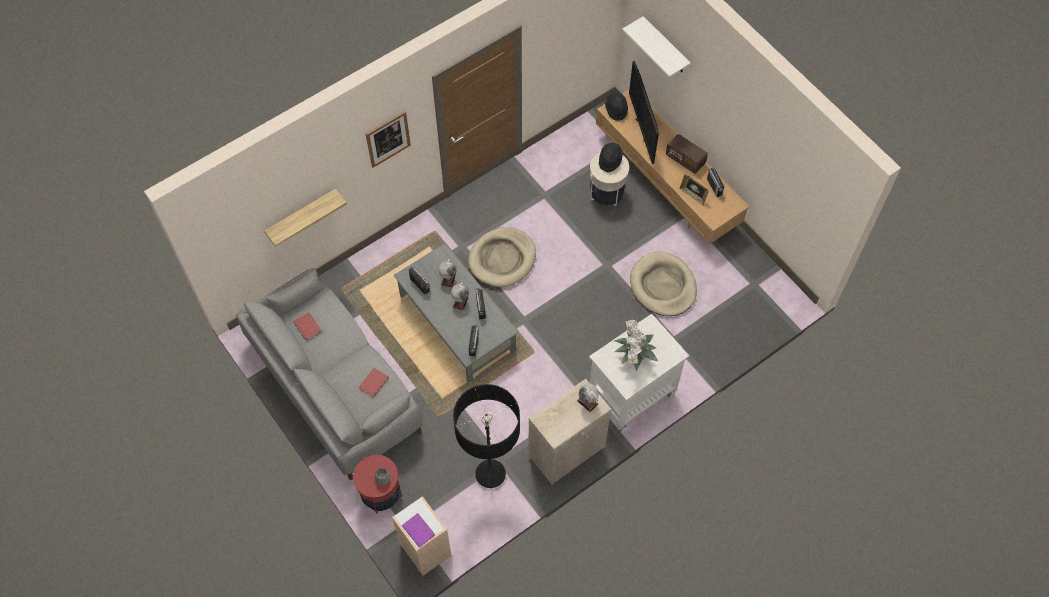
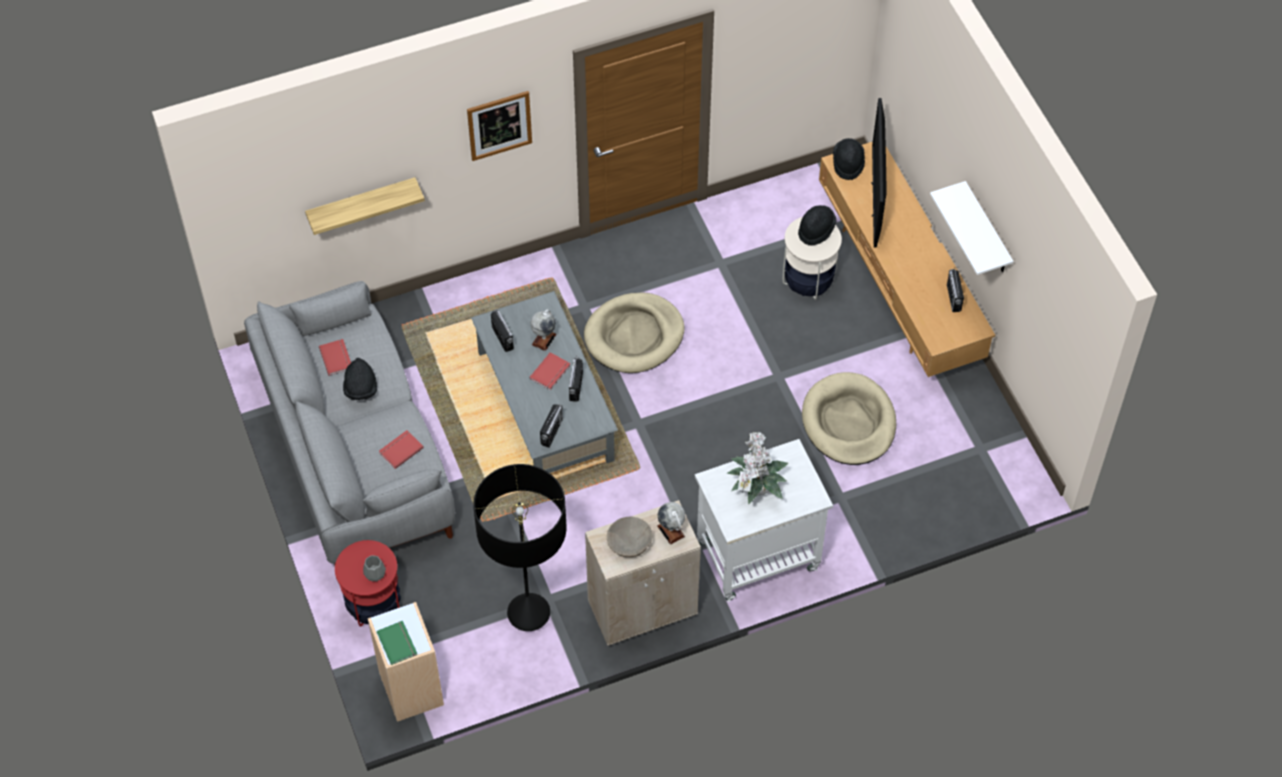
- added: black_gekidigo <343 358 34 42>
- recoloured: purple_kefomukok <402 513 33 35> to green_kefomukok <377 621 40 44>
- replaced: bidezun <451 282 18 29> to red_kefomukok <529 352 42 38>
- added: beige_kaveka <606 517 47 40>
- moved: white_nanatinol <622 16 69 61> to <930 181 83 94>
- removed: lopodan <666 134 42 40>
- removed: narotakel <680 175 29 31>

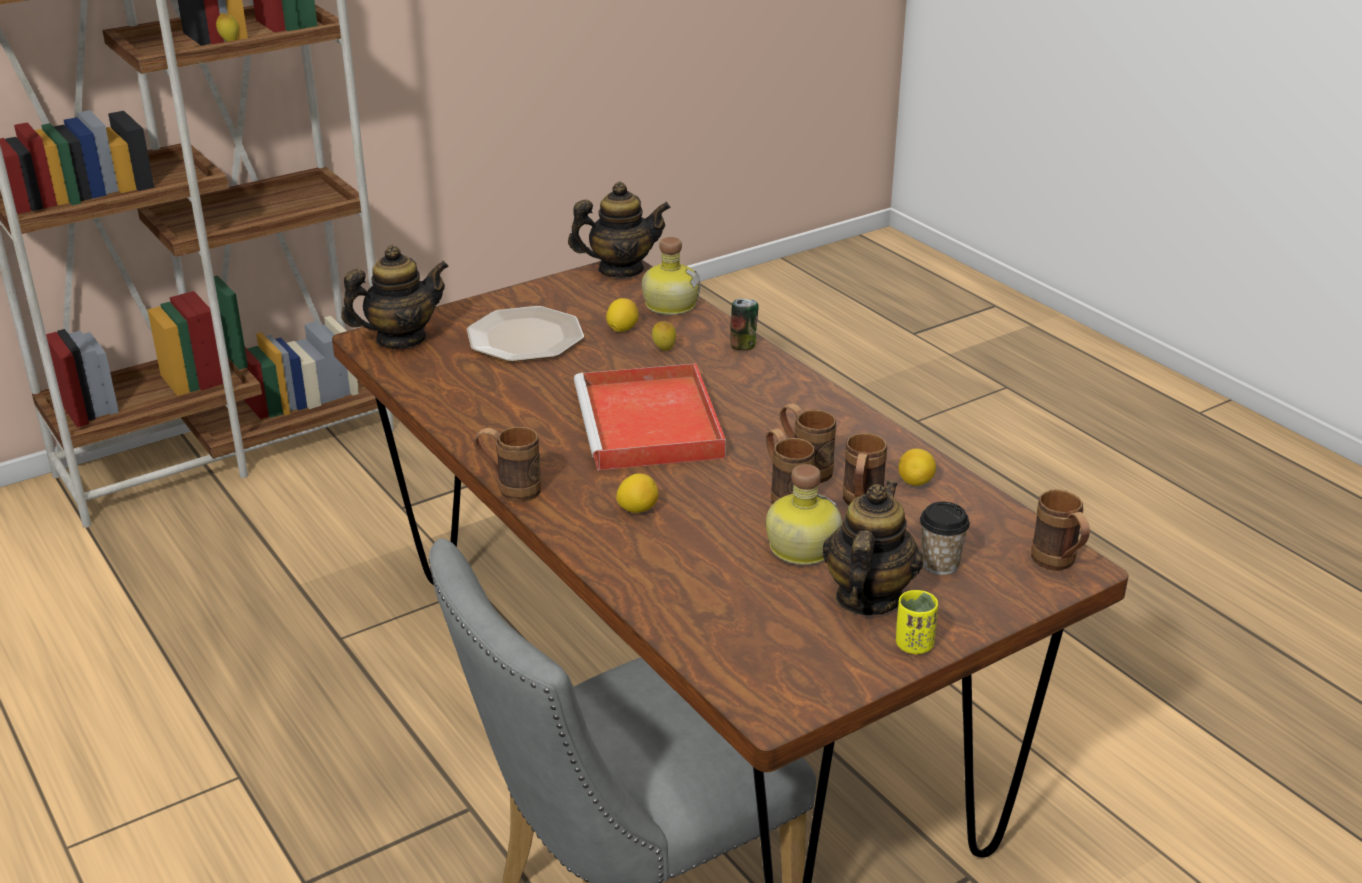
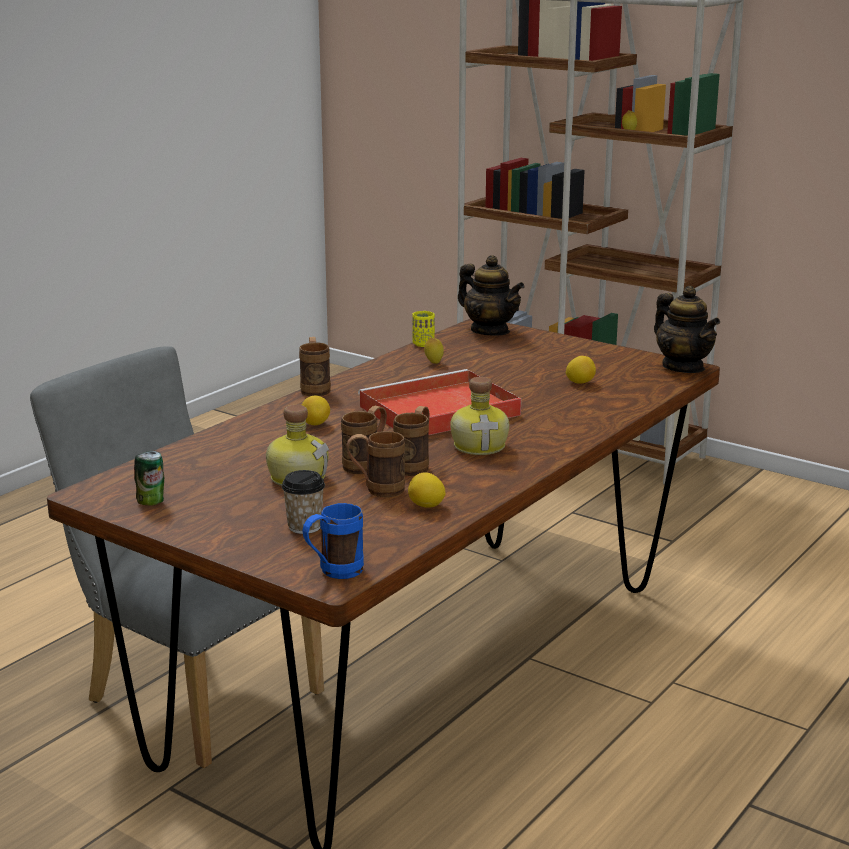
- moved: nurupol <730 299 28 51> to <134 451 30 55>
- recoloured: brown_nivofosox <1031 489 59 82> to blue_nivofosox <302 503 62 76>
- moved: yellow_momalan <896 590 42 64> to <412 311 23 36>
- moved: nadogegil <652 321 24 30> to <424 338 20 26>
- moved: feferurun <642 237 58 78> to <450 377 59 78>
- removed: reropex <466 306 118 56>
- removed: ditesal <822 481 101 134>

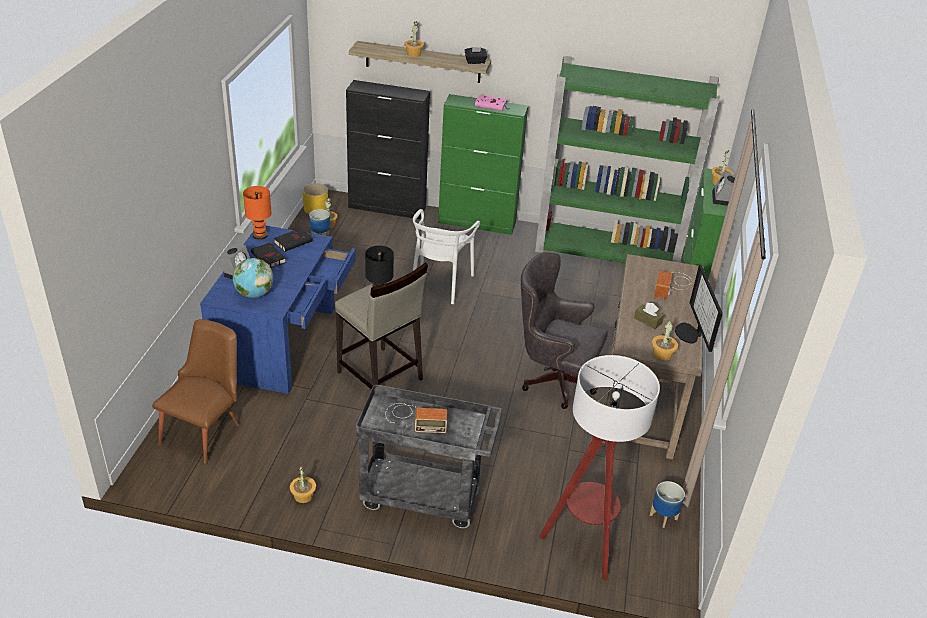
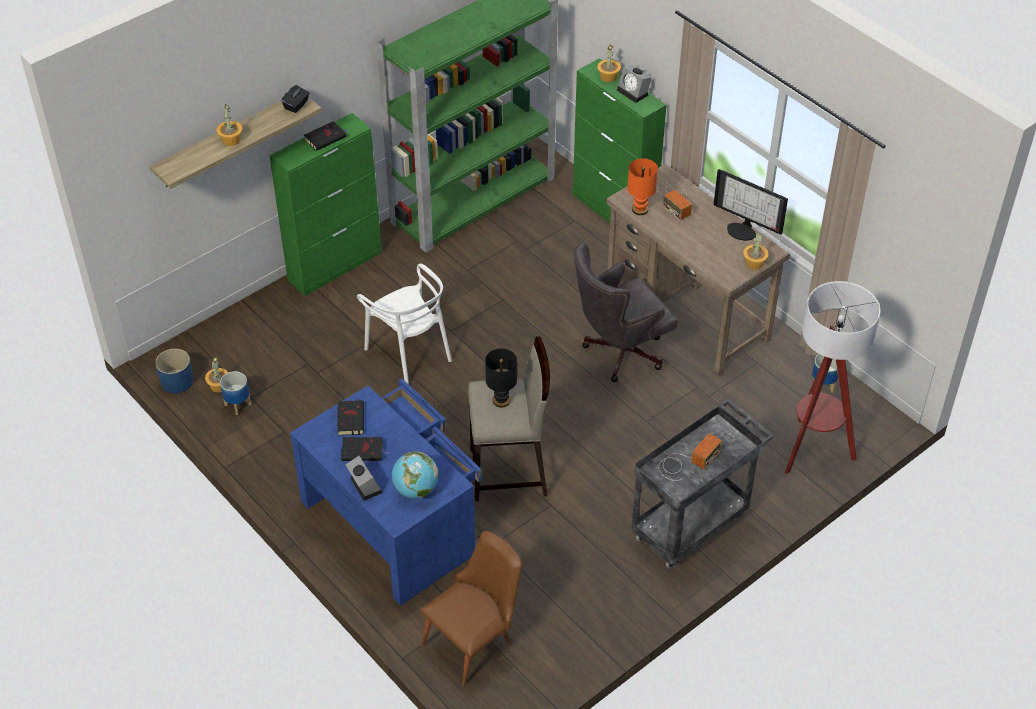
- recoloured: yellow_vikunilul <302 183 26 31> to blue_vikunilul <155 349 39 45>
- recoloured: pink_kefomukok <475 95 35 16> to black_kefomukok <304 121 43 30>
- turned: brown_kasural <152 319 88 145> = <420 531 102 155> 75 degrees clockwise
- moved: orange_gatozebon <243 186 29 54> to <627 158 31 57>
- removed: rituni <290 465 26 38>
- removed: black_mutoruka <346 80 84 139>
- removed: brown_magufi <634 303 30 26>

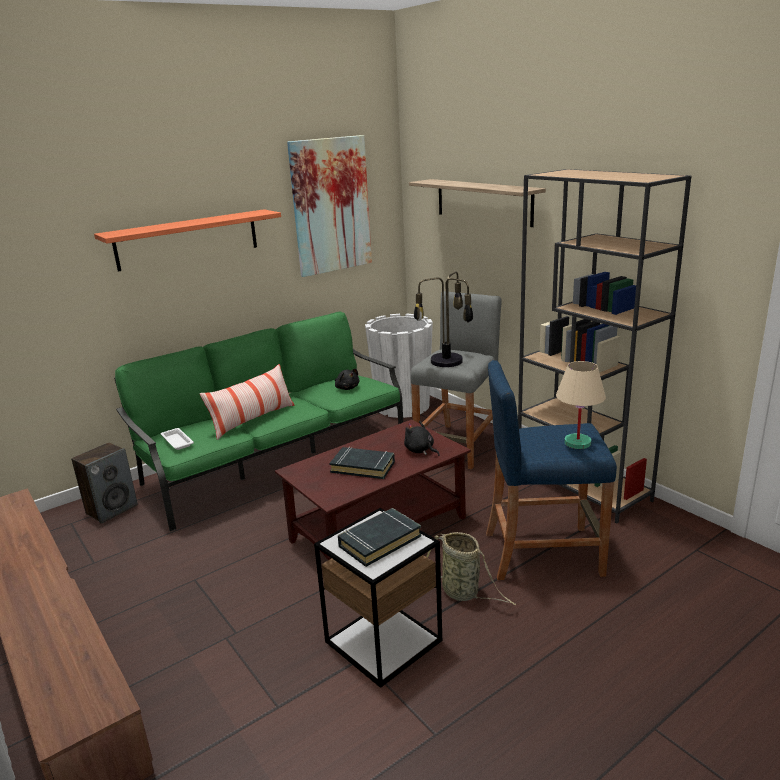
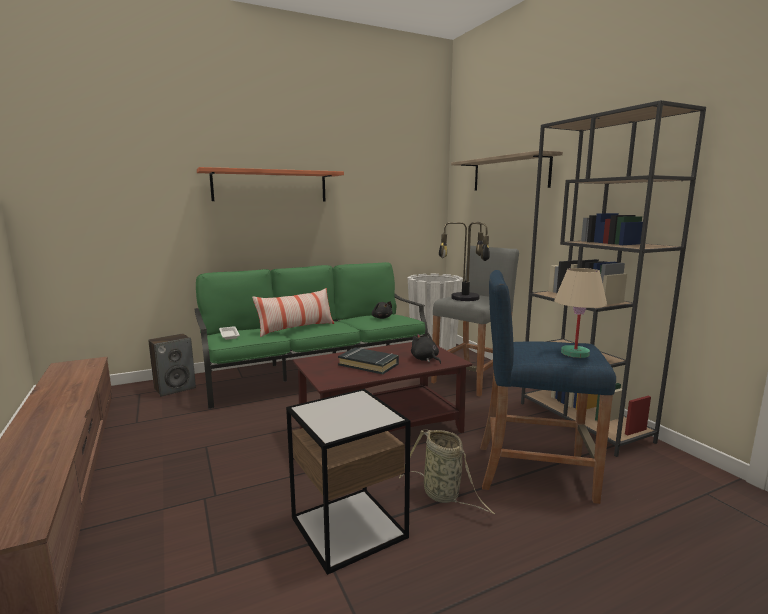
- removed: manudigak <287 135 85 142>
- removed: black_kefomukok <338 508 83 59>

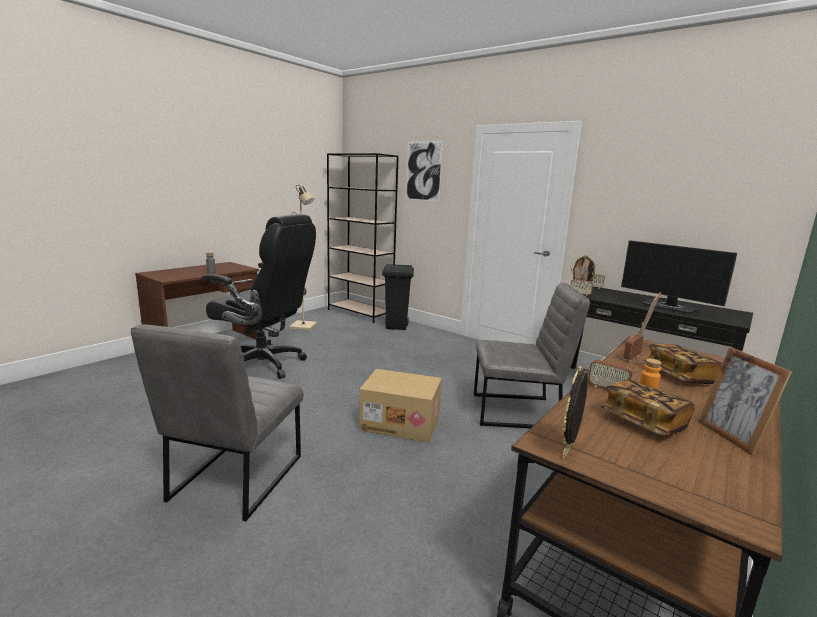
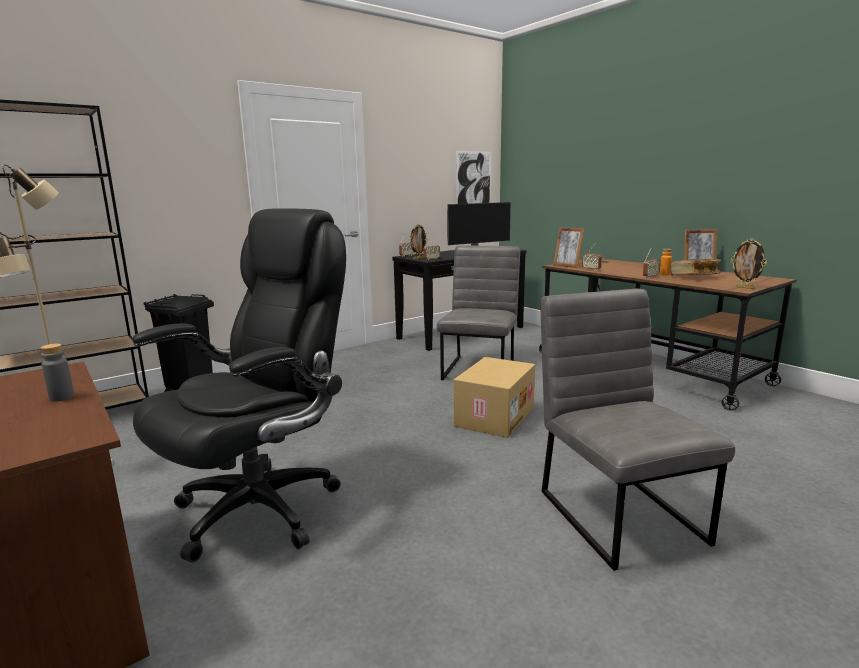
- moved: manudigak <406 141 37 61> to <456 151 35 53>
- turned: grey_kasural <131 324 173 197> = <541 288 194 283> 135 degrees counterclockwise
- removed: kefomukok <644 344 78 40>

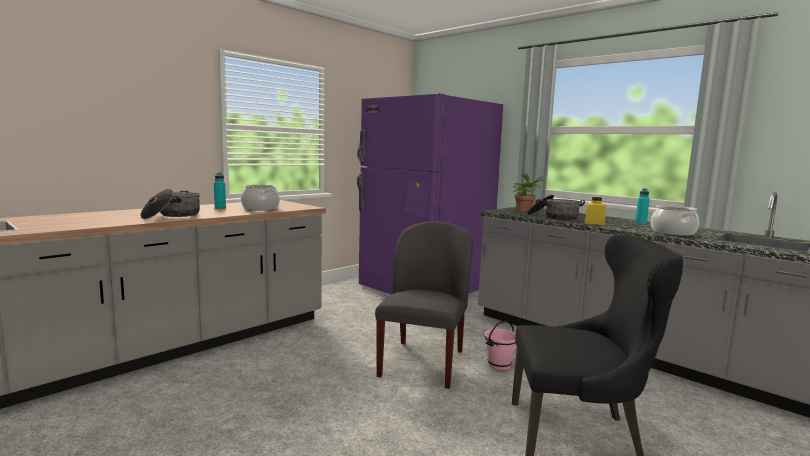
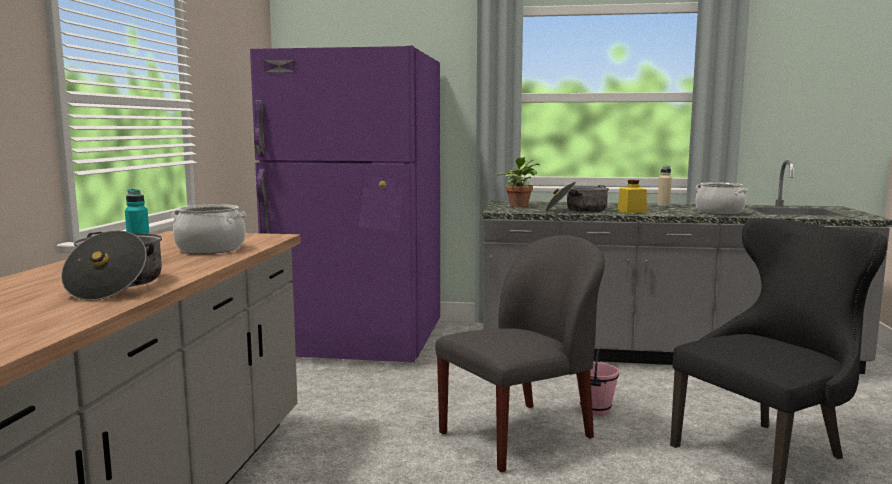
- turned: grey_kasural <375 221 98 168> = <435 235 170 238> 75 degrees clockwise
- recoloured: turquoise_feferurun <635 188 15 37> to beige_feferurun <657 165 15 43>

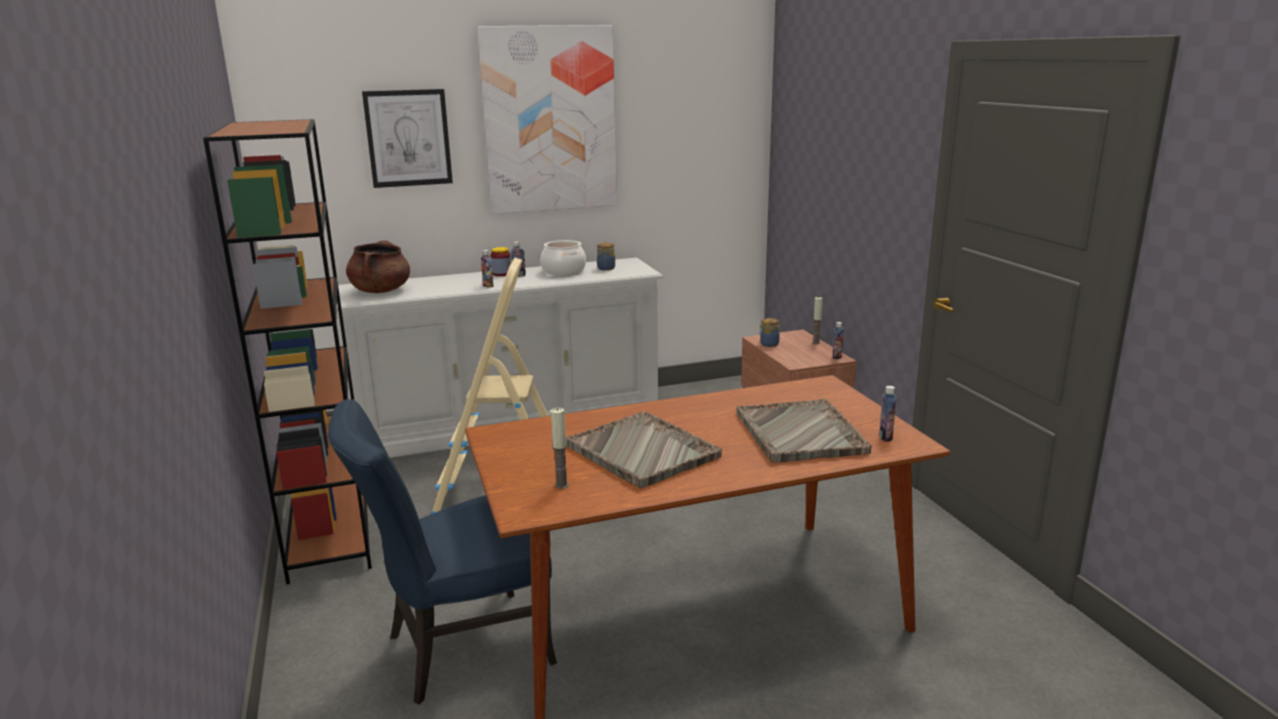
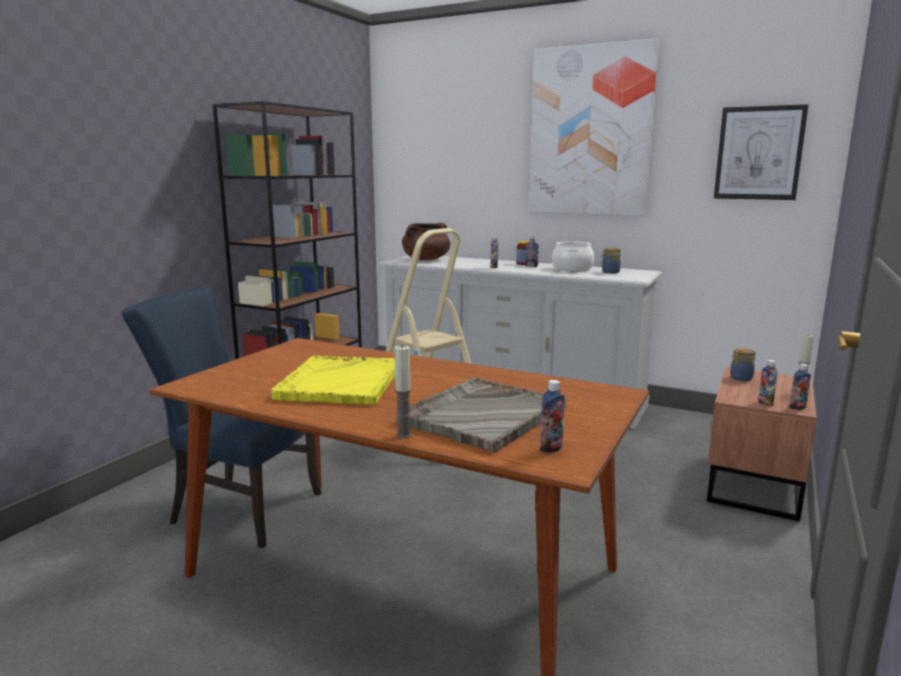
- recoloured: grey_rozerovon <566 411 156 78> to yellow_rozerovon <271 355 124 50>
- moved: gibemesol <551 408 18 81> to <395 345 17 94>
- moved: manudigak <362 89 91 99> to <714 104 95 96>
- added: feferurun <758 360 20 46>

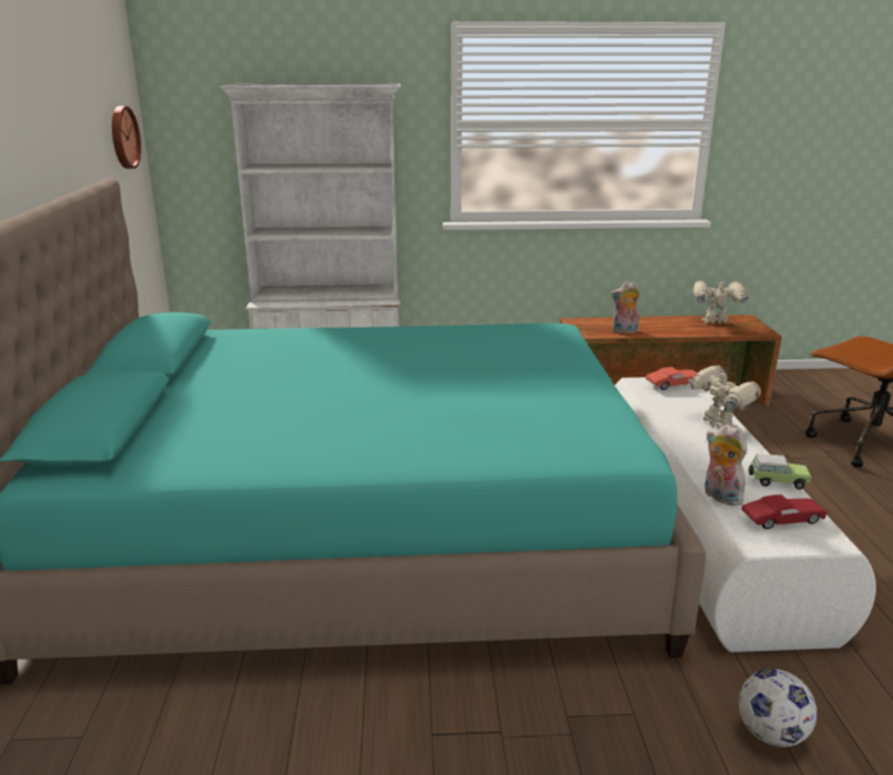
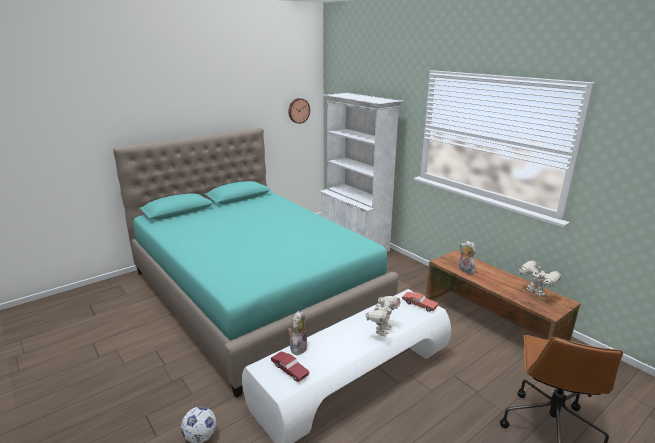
- removed: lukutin <749 454 62 36>

